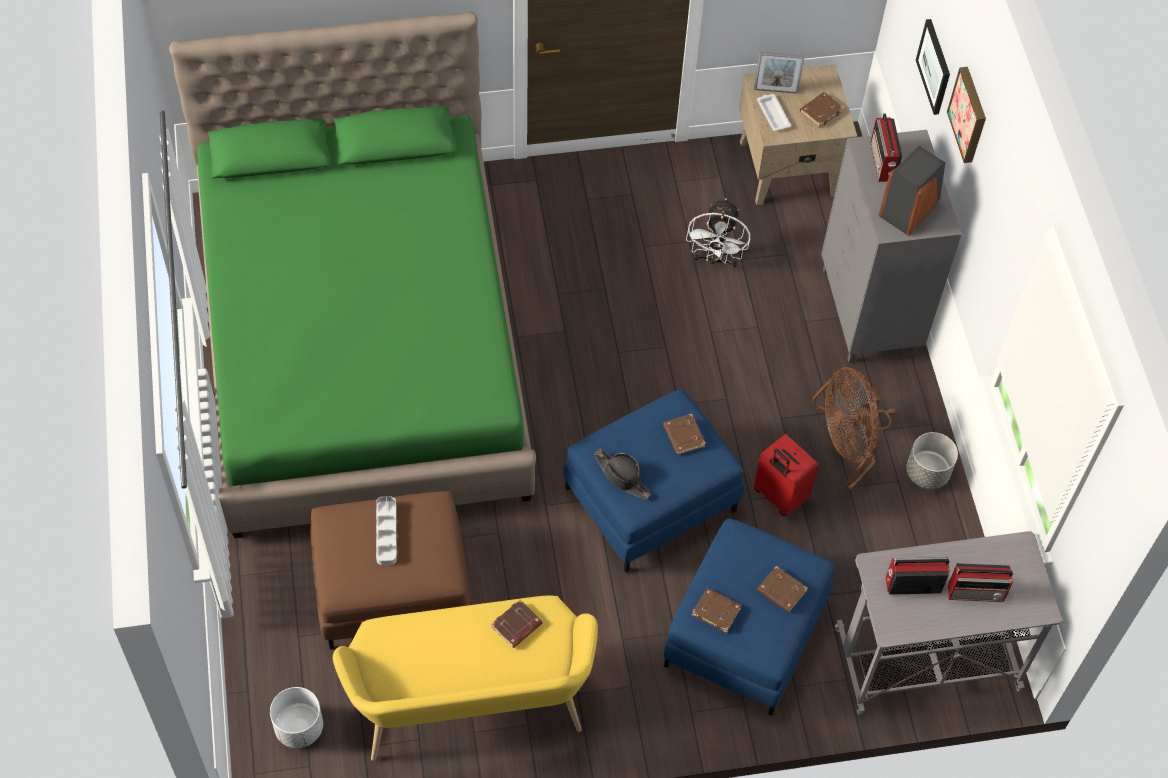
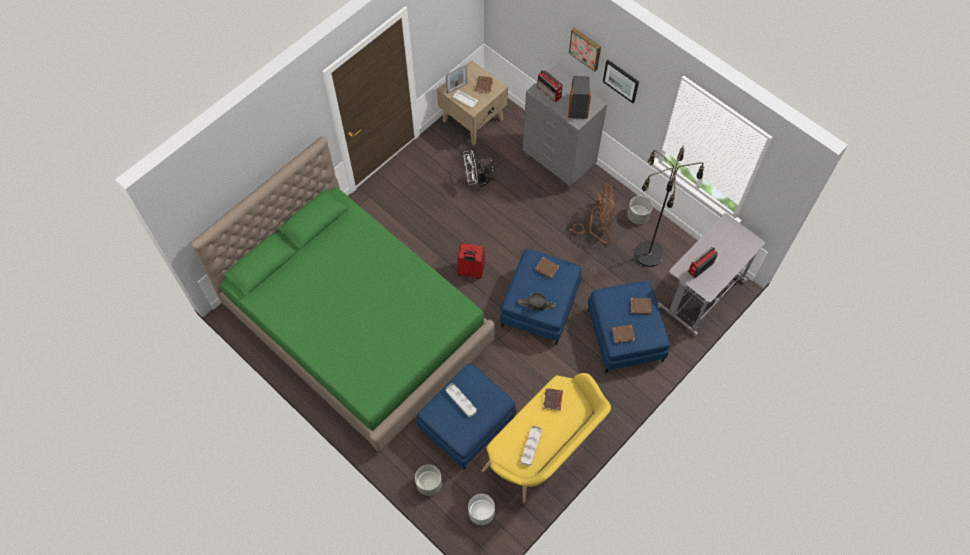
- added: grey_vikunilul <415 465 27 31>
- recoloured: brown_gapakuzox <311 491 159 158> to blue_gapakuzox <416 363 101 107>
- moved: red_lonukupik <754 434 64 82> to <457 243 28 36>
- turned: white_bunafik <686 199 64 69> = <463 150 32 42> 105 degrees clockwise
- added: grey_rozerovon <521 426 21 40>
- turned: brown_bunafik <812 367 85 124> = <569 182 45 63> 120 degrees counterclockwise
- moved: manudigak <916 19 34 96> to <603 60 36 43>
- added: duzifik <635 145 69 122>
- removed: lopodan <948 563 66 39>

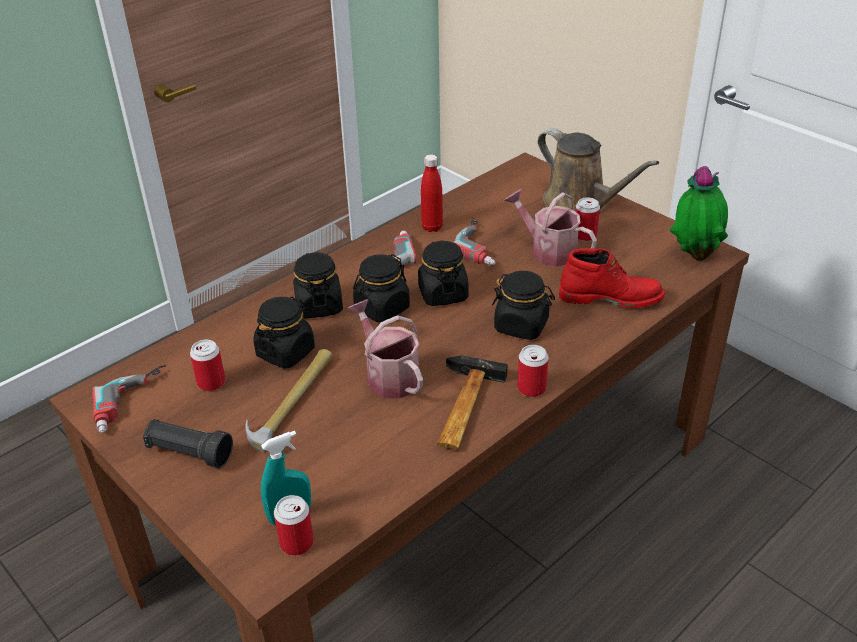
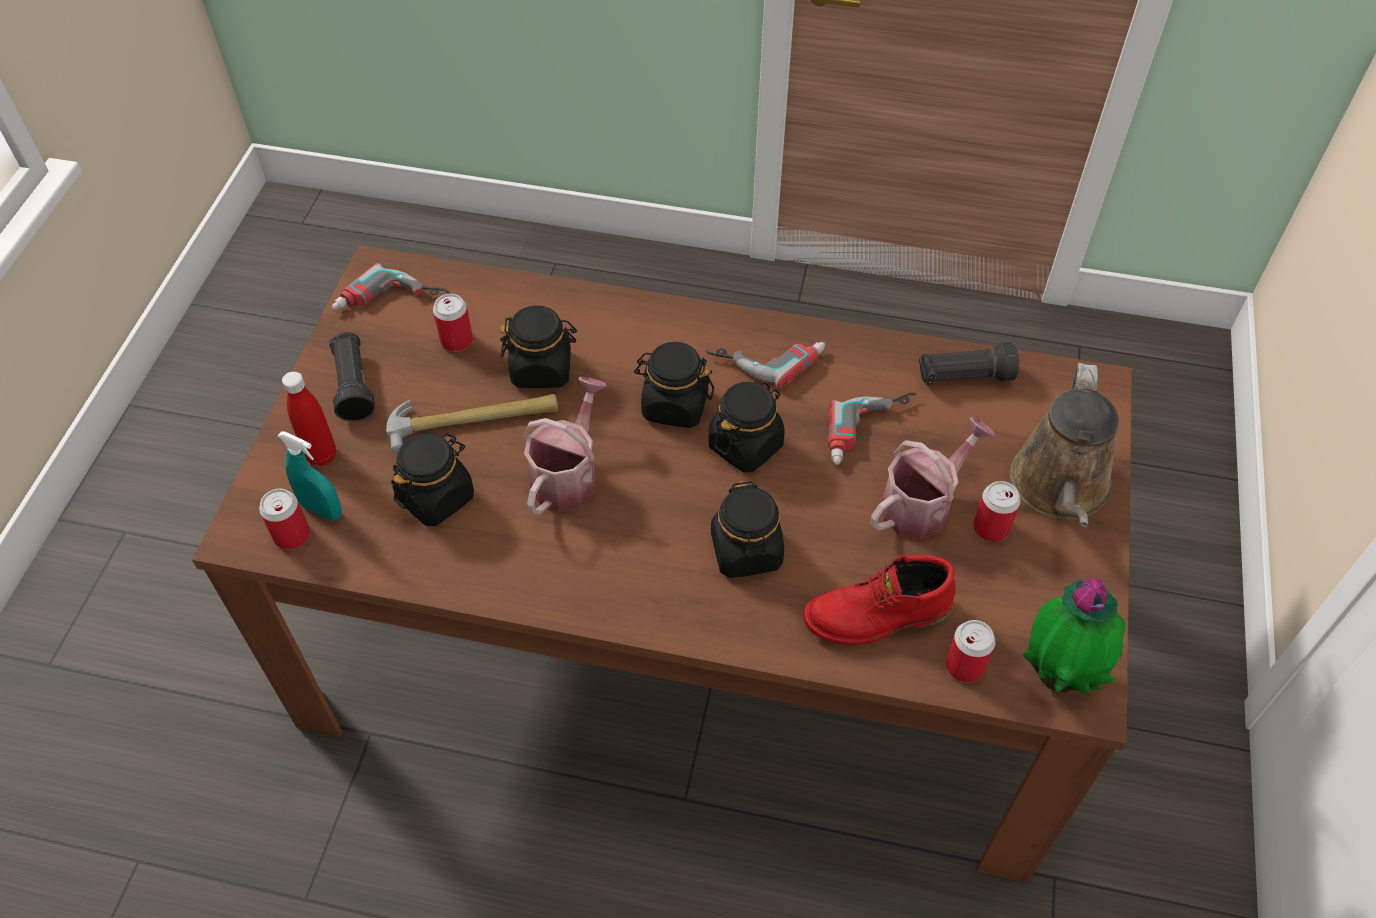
- moved: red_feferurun <421 155 22 77> to <282 371 54 95>
- moved: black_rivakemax <293 252 50 66> to <391 433 83 93>
- turned: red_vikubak <559 248 106 60> = <803 555 153 90> 105 degrees clockwise
- turned: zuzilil <504 189 93 78> = <870 417 125 123> 45 degrees clockwise
- added: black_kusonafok <919 342 100 44>
- moved: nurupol <517 345 32 52> to <945 620 51 63>
- removed: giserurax <437 355 71 94>

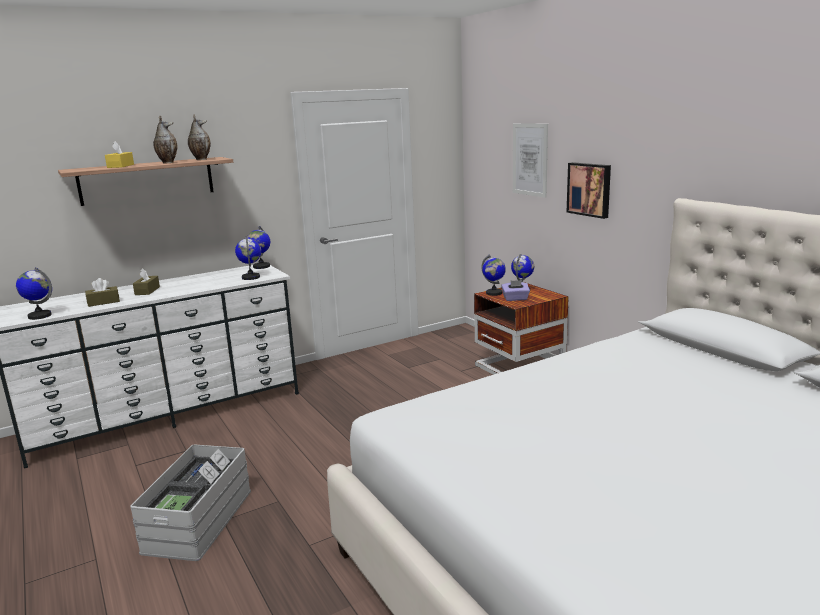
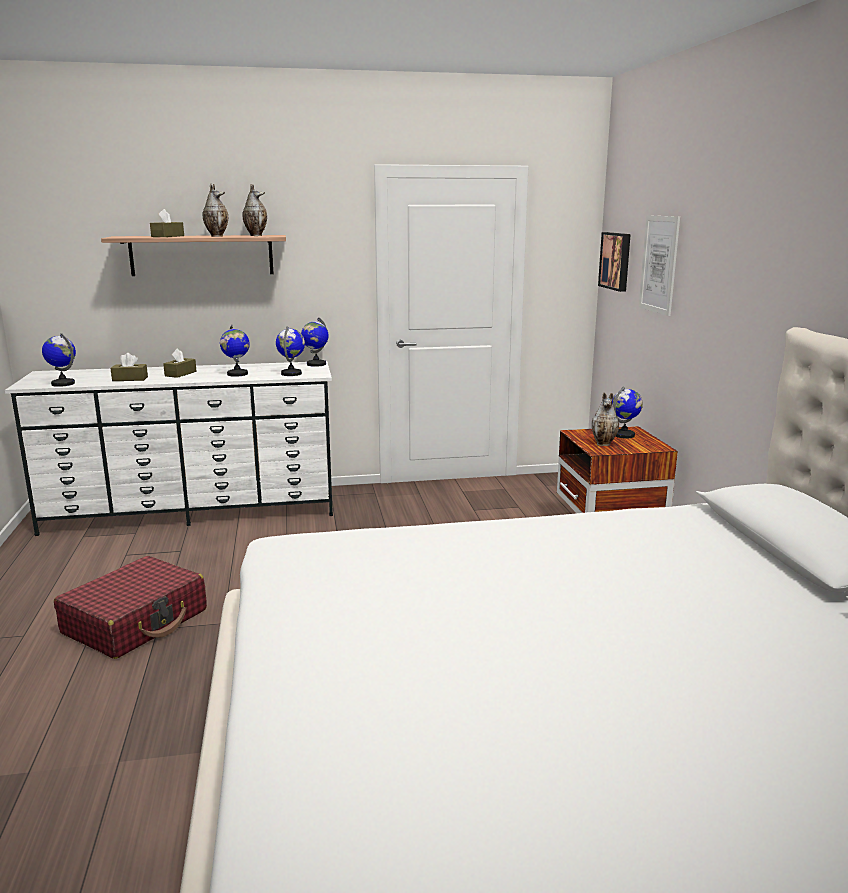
- replaced: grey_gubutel <130 444 121 117> to red_lonukupik <54 556 153 103>
- recoloured: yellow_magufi <105 141 29 27> to brown_magufi <150 209 34 28>
- moved: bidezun <481 254 25 42> to <220 325 30 52>
- replaced: purple_magufi <502 280 28 21> to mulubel <592 392 27 54>
- moved: manudigak <567 162 44 57> to <598 232 33 60>

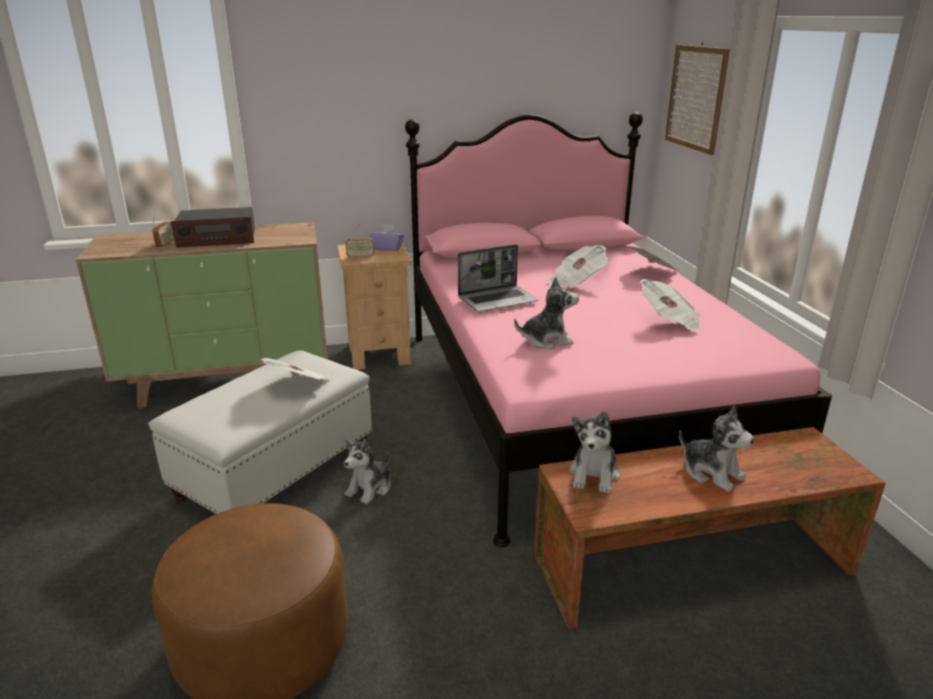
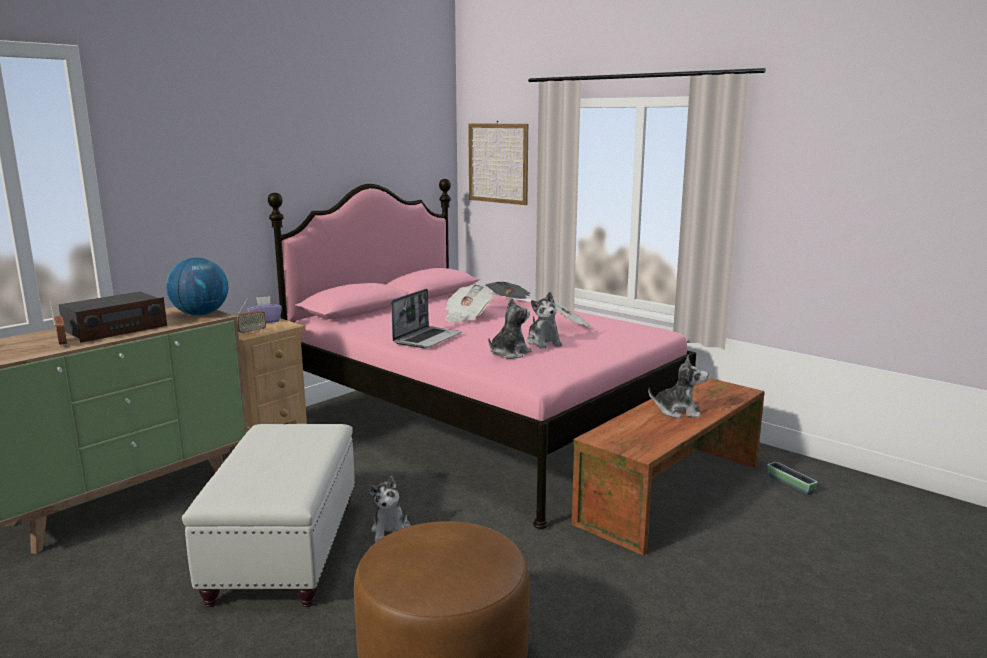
- added: bidezun <166 257 62 59>
- moved: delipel <570 411 50 83> to <527 292 35 56>
- added: vikunilul <767 462 51 33>
- removed: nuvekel <260 358 73 22>

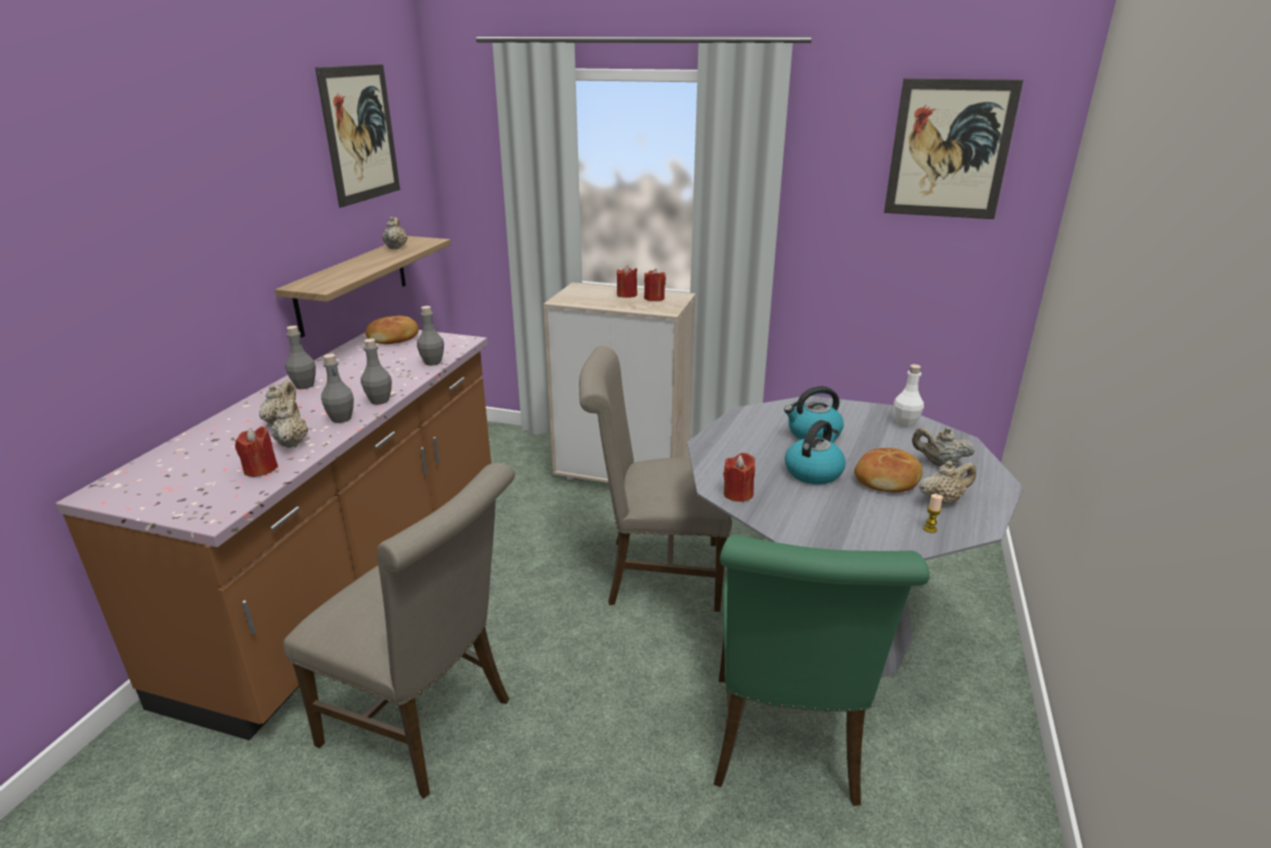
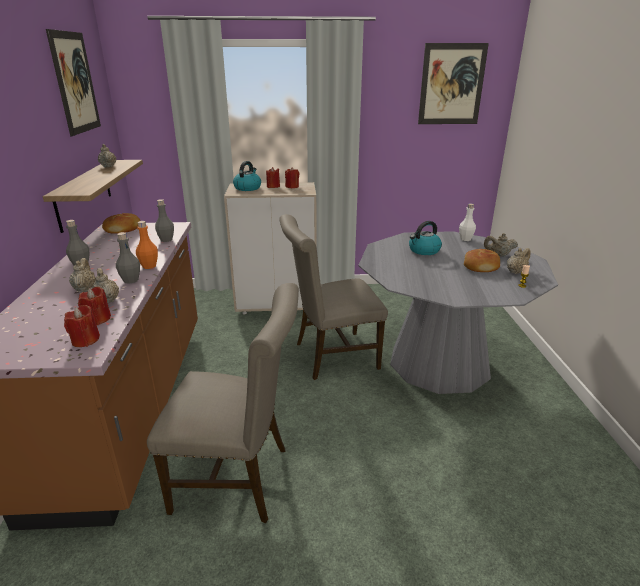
- moved: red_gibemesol <723 453 32 49> to <64 305 36 42>
- recoloured: grey_feferurun <361 338 31 67> to orange_feferurun <136 221 22 48>
- moved: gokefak <785 420 61 65> to <233 161 28 30>
- removed: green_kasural <714 535 216 271>

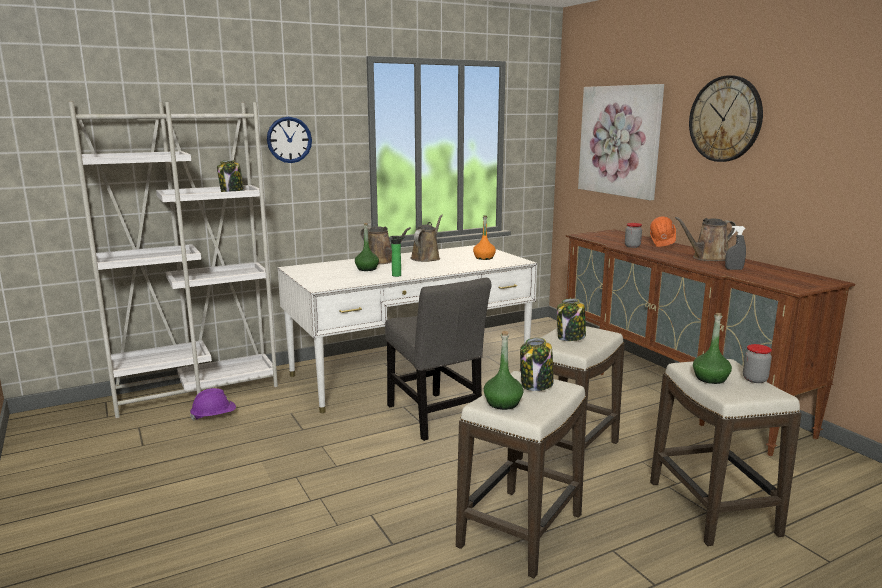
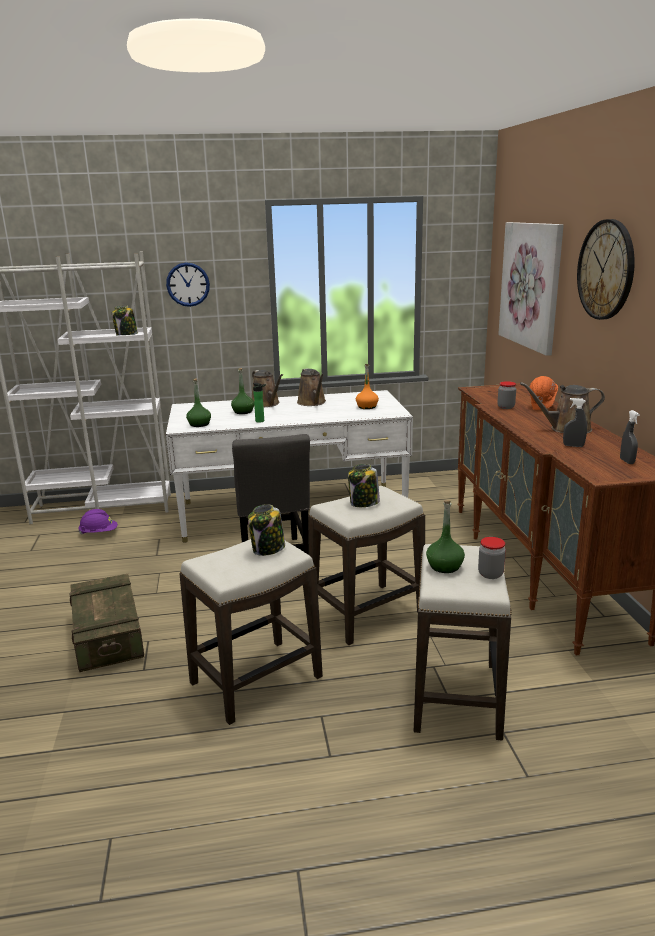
- added: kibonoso <70 574 74 98>
- moved: green_feferurun <484 331 40 79> to <186 378 25 49>
- turned: brown_zuzilil <410 215 33 47> = <297 368 29 38> 120 degrees clockwise
- added: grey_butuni <620 410 20 54>

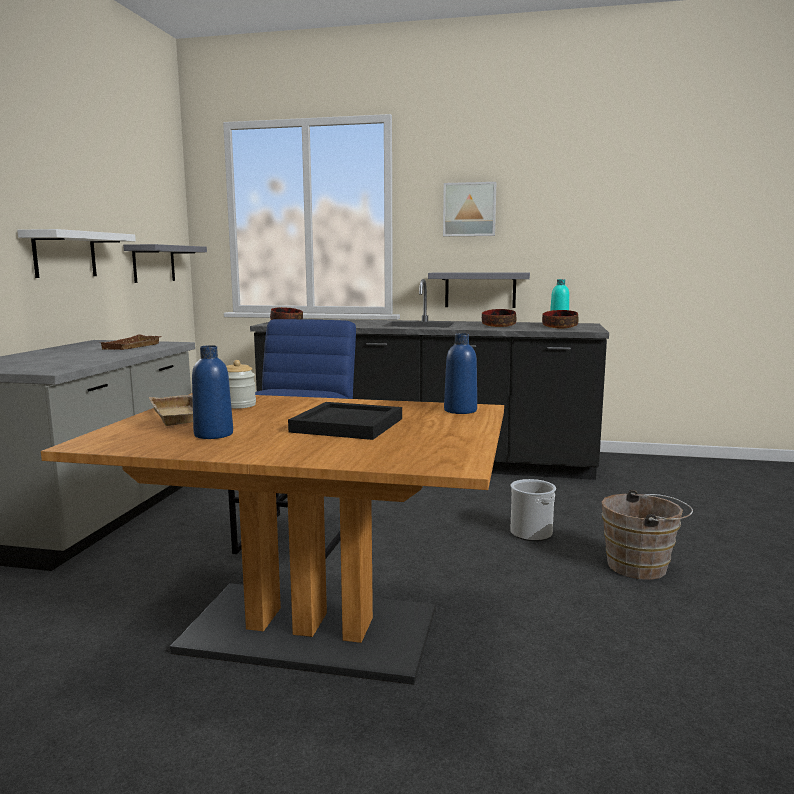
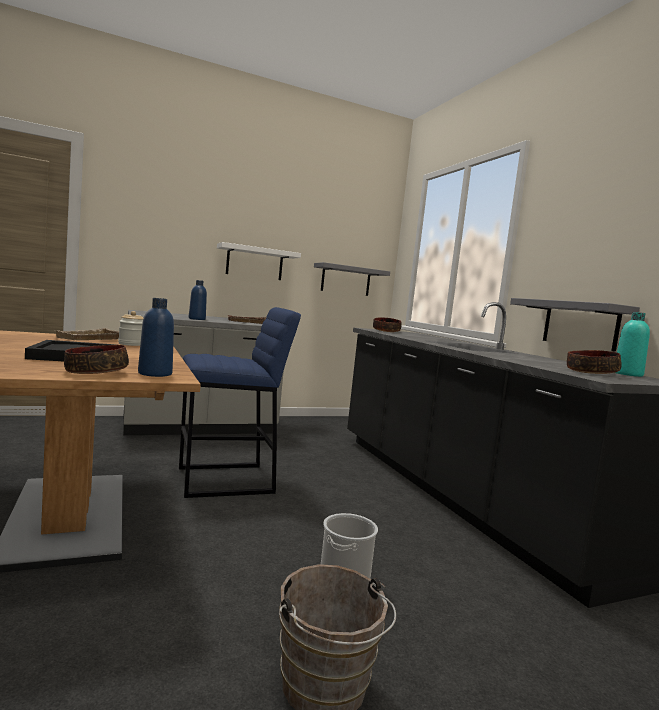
- moved: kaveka <482 309 34 18> to <64 345 65 29>
- moved: blue_feferurun <192 345 41 94> to <189 280 18 40>
- removed: manudigak <443 182 53 54>

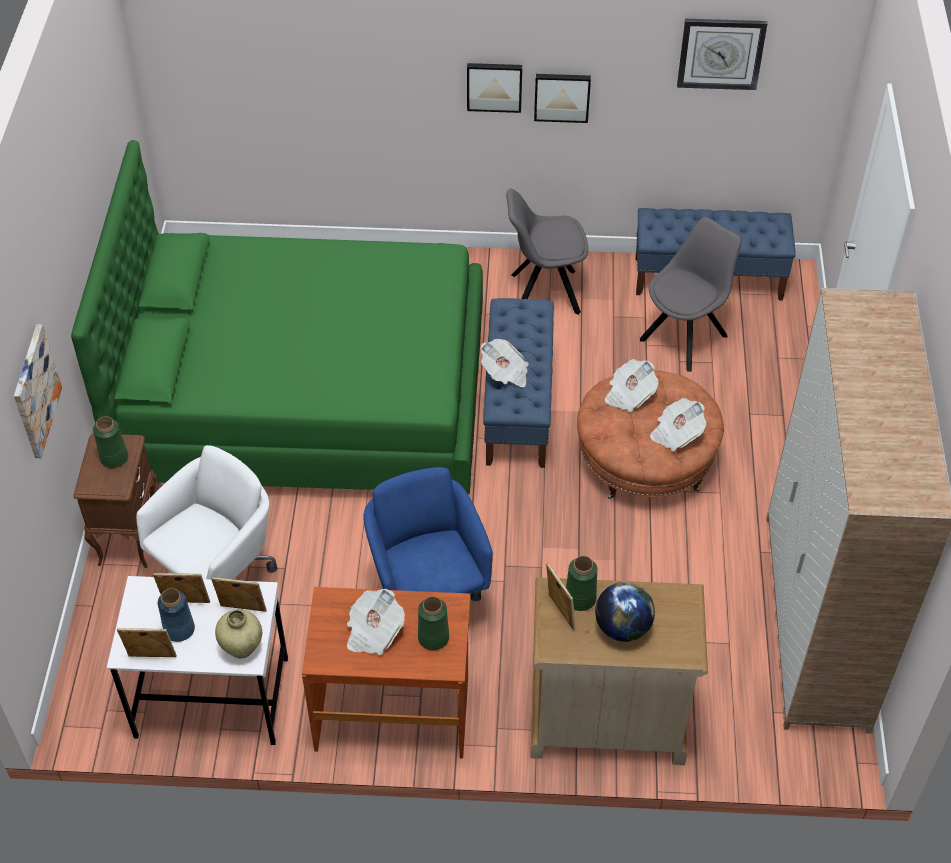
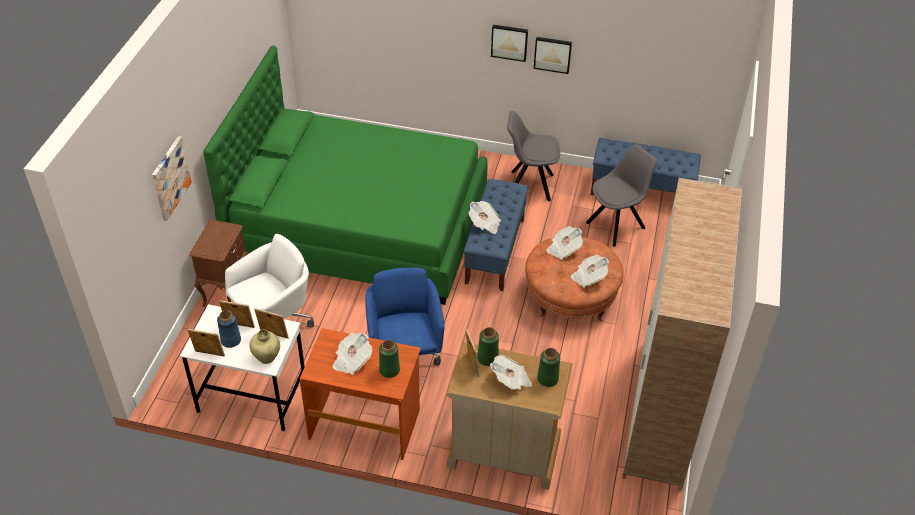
- replaced: bidezun <595 582 60 60> to nuvekel <490 355 42 35>
- moved: green_mulubel <93 416 35 52> to <537 348 23 39>
- removed: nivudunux <677 19 90 71>

